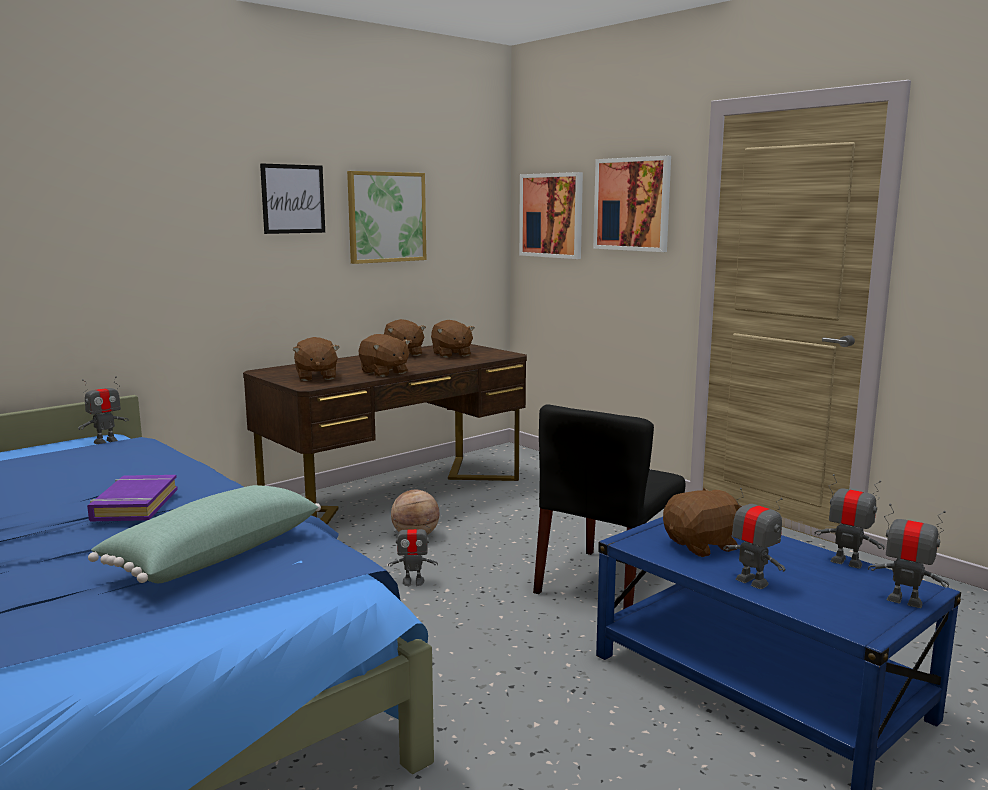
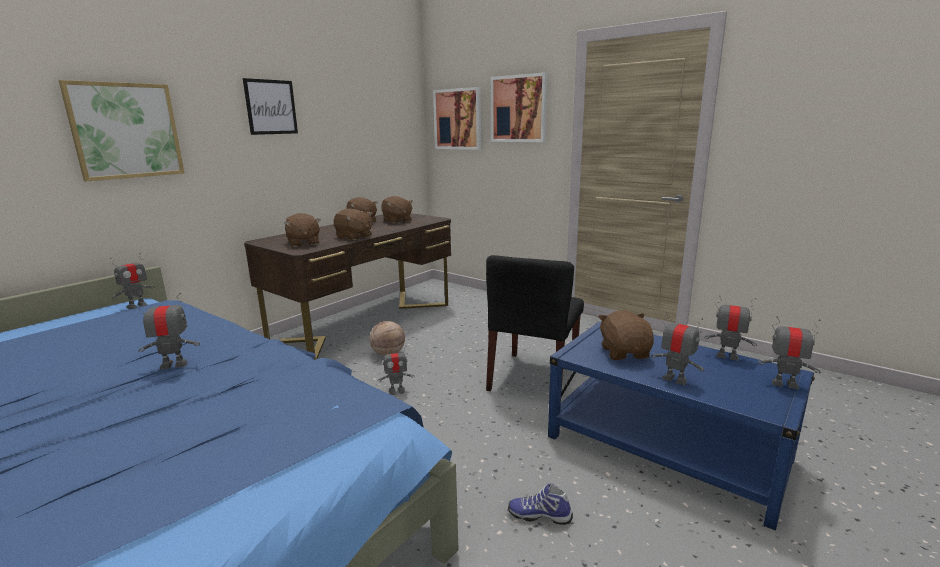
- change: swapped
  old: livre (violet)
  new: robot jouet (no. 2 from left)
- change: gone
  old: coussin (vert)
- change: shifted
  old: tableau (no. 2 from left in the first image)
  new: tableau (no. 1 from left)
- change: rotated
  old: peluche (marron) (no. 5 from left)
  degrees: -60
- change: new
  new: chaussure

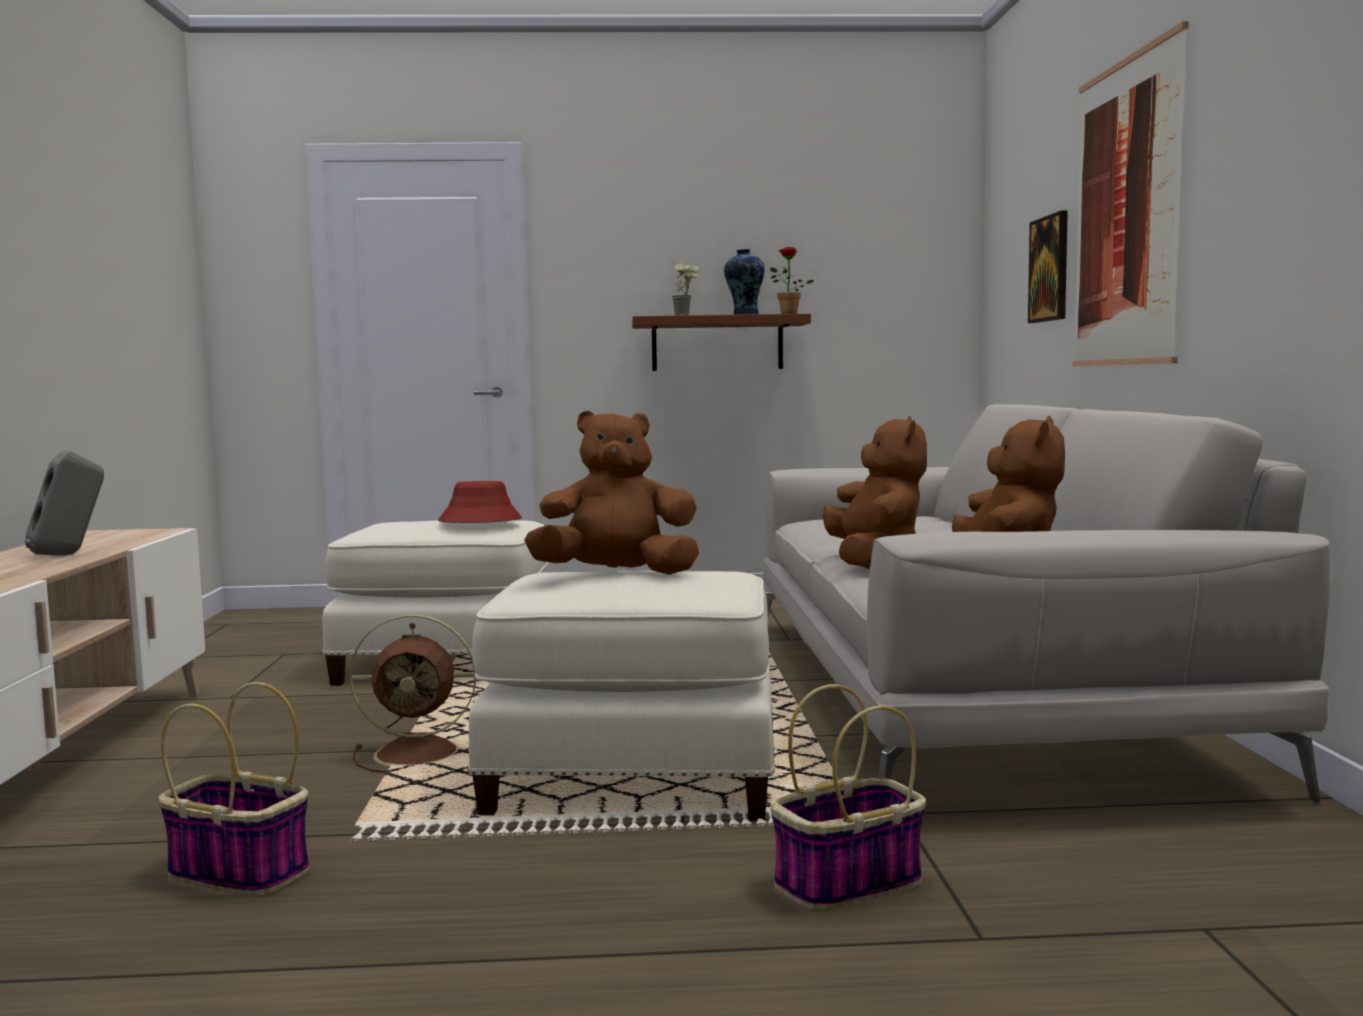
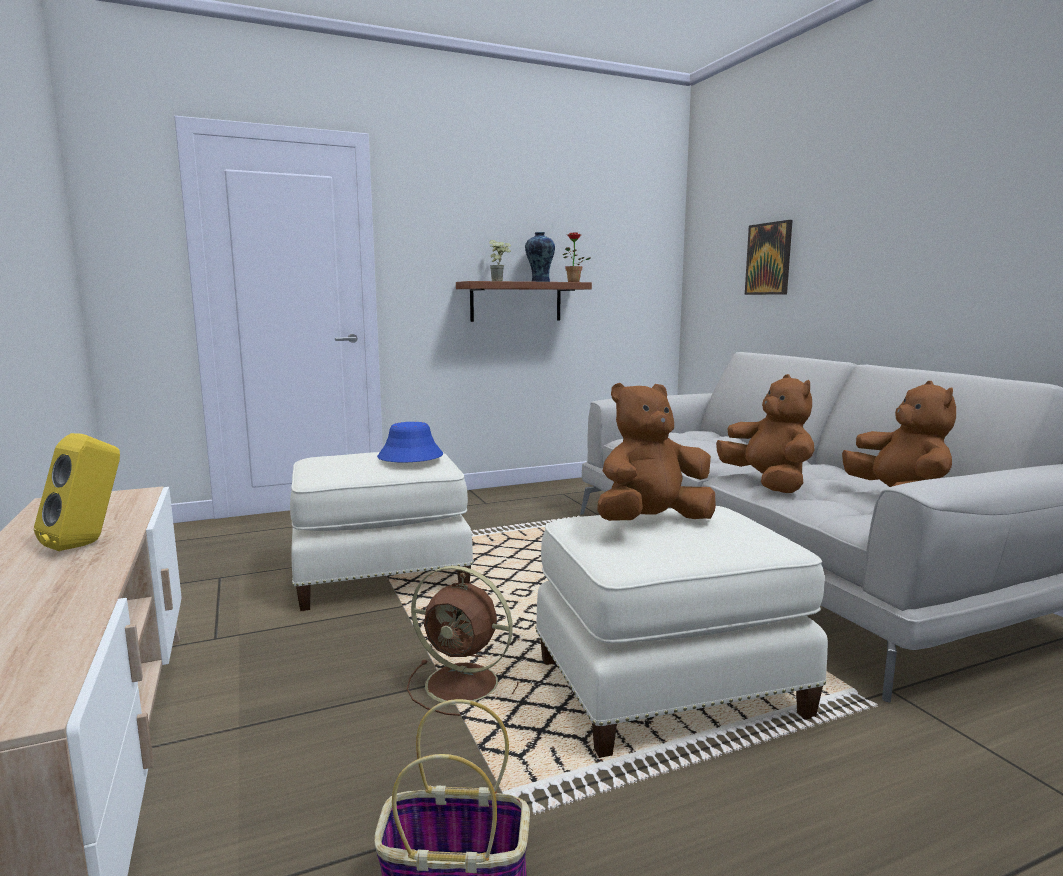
- change: repainted
  old: enceinte (gris)
  new: enceinte (jaune)
- change: rotated
  old: ventilateur (marron)
  degrees: 45
- change: repainted
  old: chapeau (rouge)
  new: chapeau (bleu)
- change: gone
  old: panier (no. 2 from left)
- change: gone
  old: tableau (no. 2 from left)

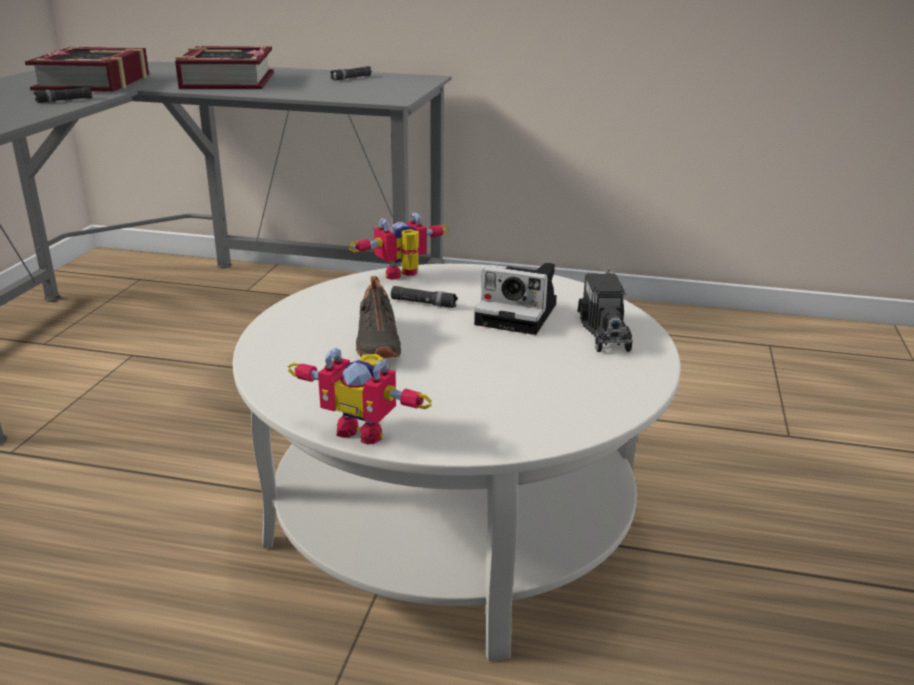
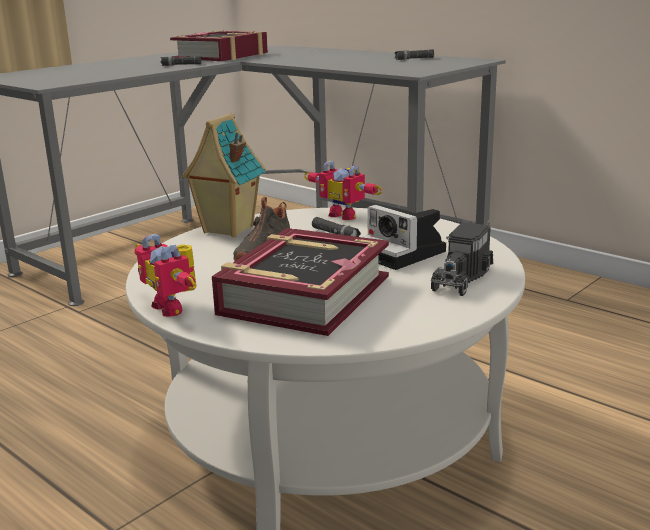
- change: shifted
  old: livre (no. 2 from left)
- change: rotated
  old: robot jouet (no. 2 from left)
  degrees: -135
- change: new
  new: maison miniature

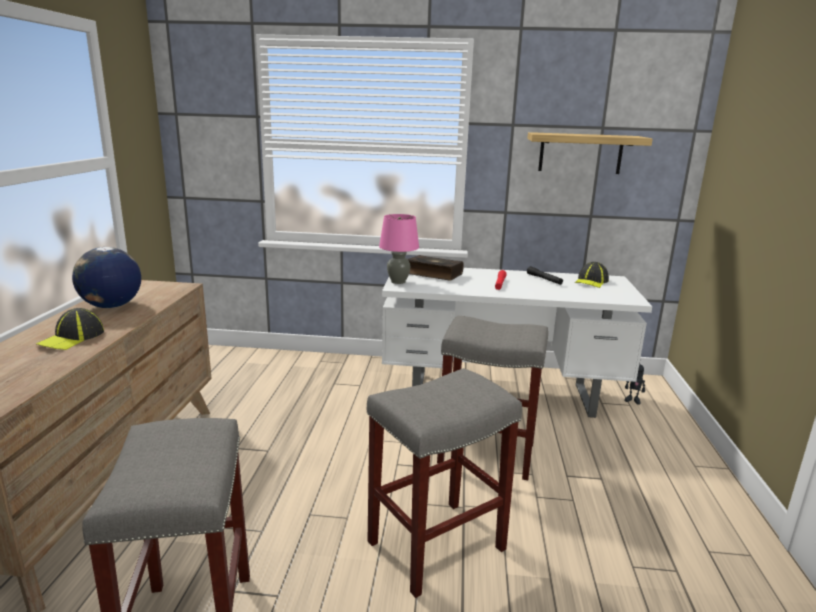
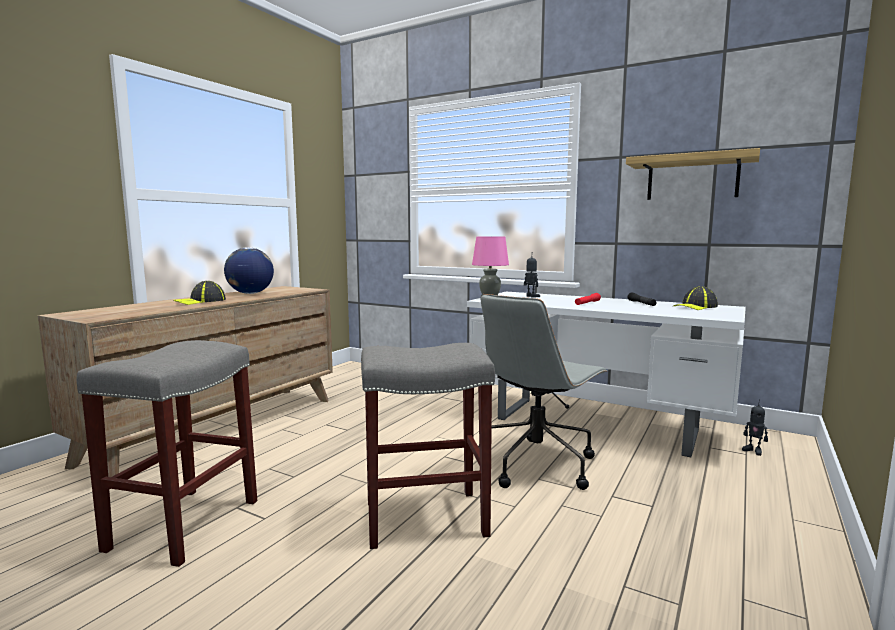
- change: swapped
  old: livre
  new: robot jouet (no. 1 from left)
- change: swapped
  old: tabouret (gris) (no. 3 from left)
  new: chaise de bureau (gris)

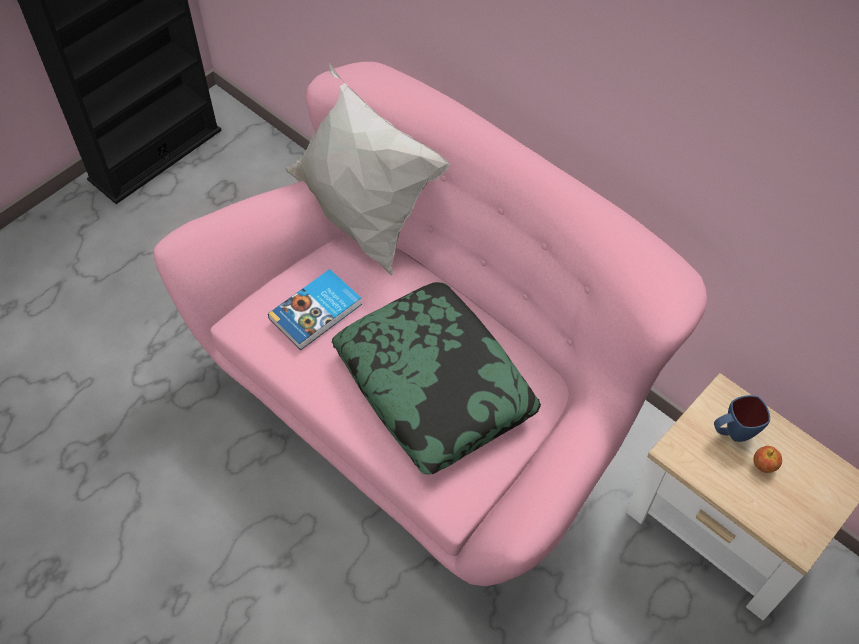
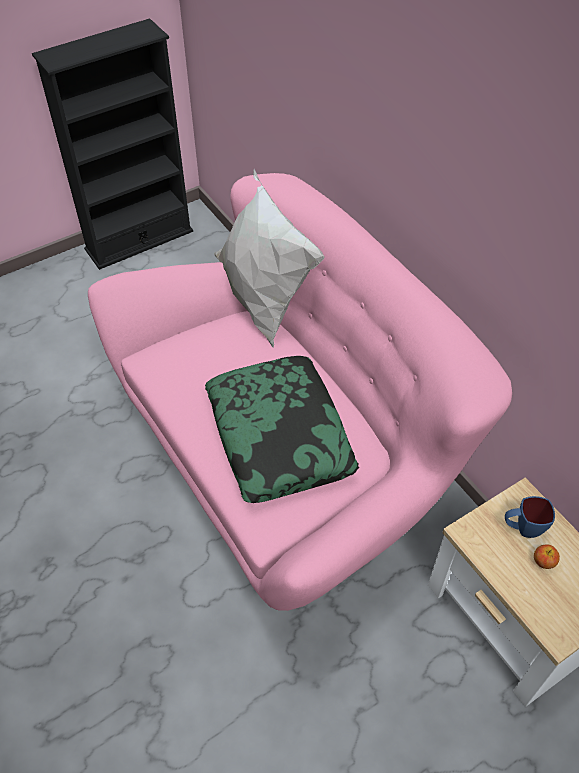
- change: gone
  old: livre

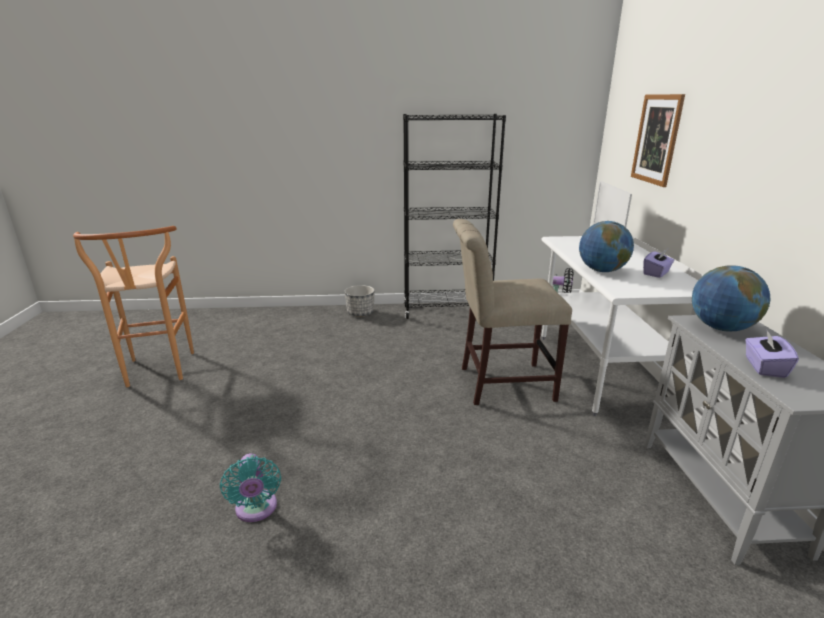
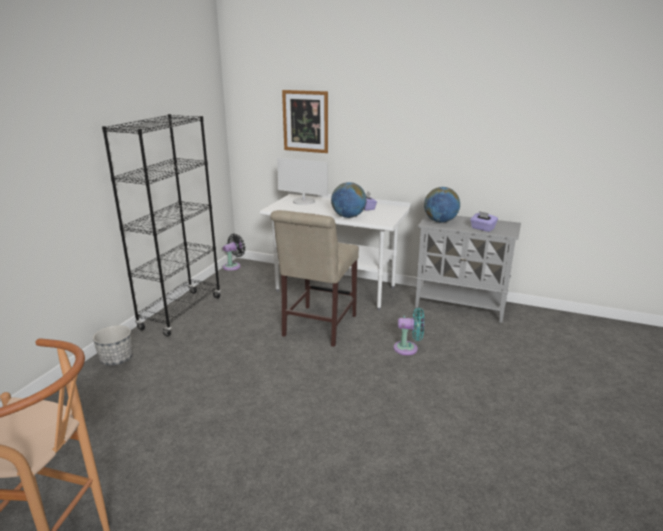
- change: shifted
  old: ventilateur (turquoise)

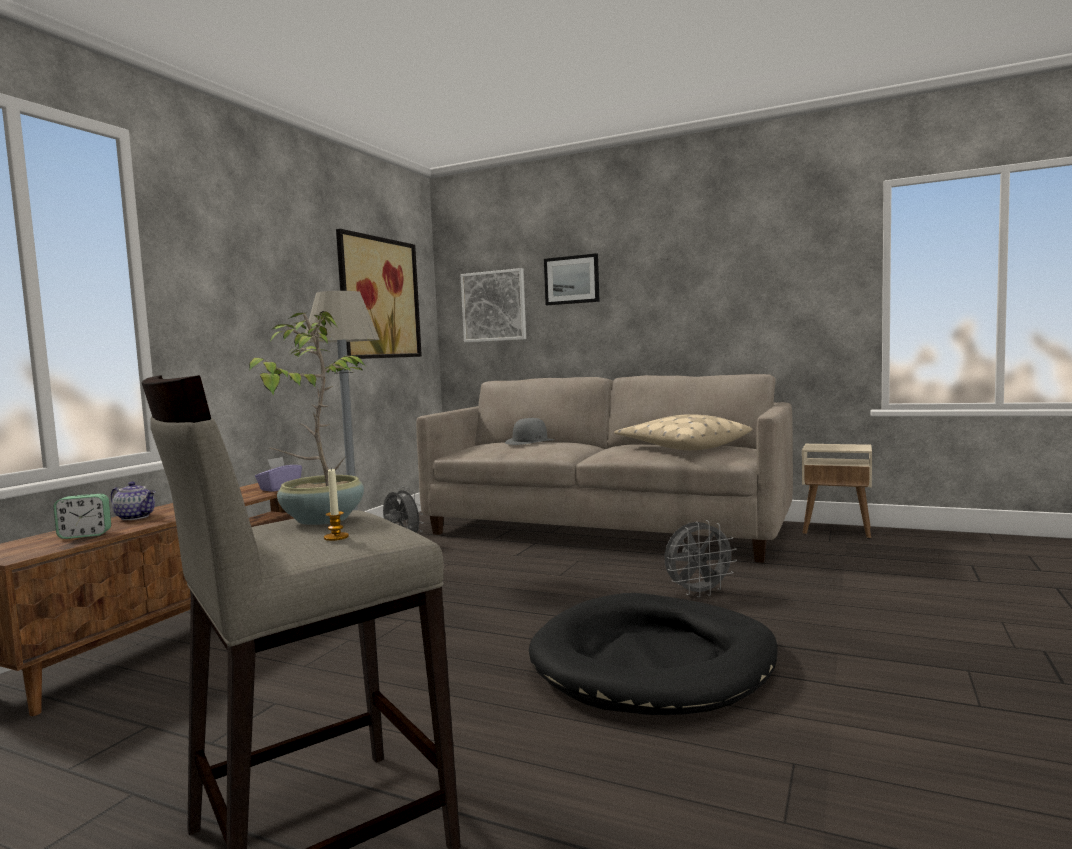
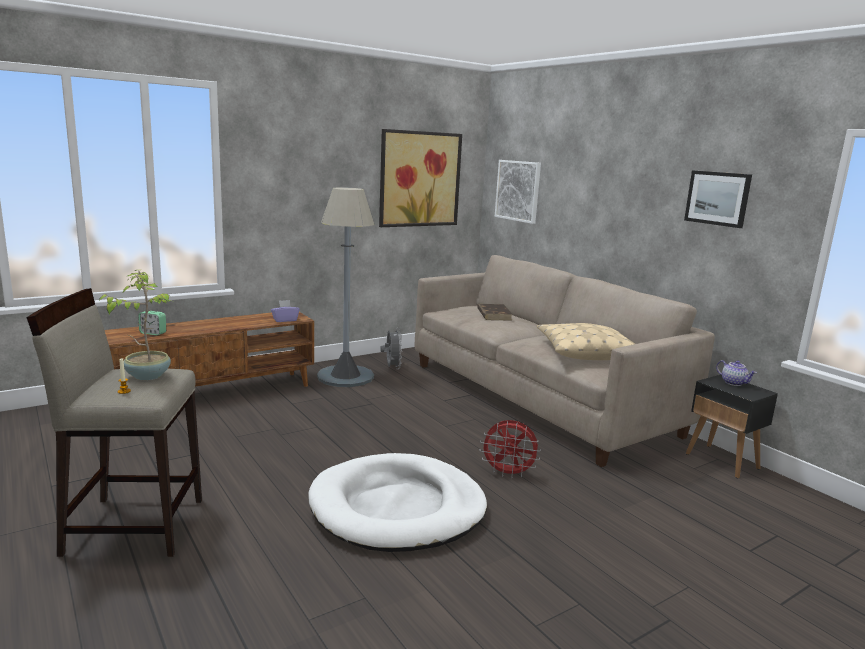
- change: shifted
  old: théière
- change: swapped
  old: chapeau (gris)
  new: livre (marron)
- change: repainted
  old: panier pour chien (noir)
  new: panier pour chien (blanc)
- change: shifted
  old: tableau (no. 3 from left)
- change: repainted
  old: ventilateur (gris) (no. 2 from left)
  new: ventilateur (rouge)
- change: repainted
  old: table d'appoint (beige)
  new: table d'appoint (noir)

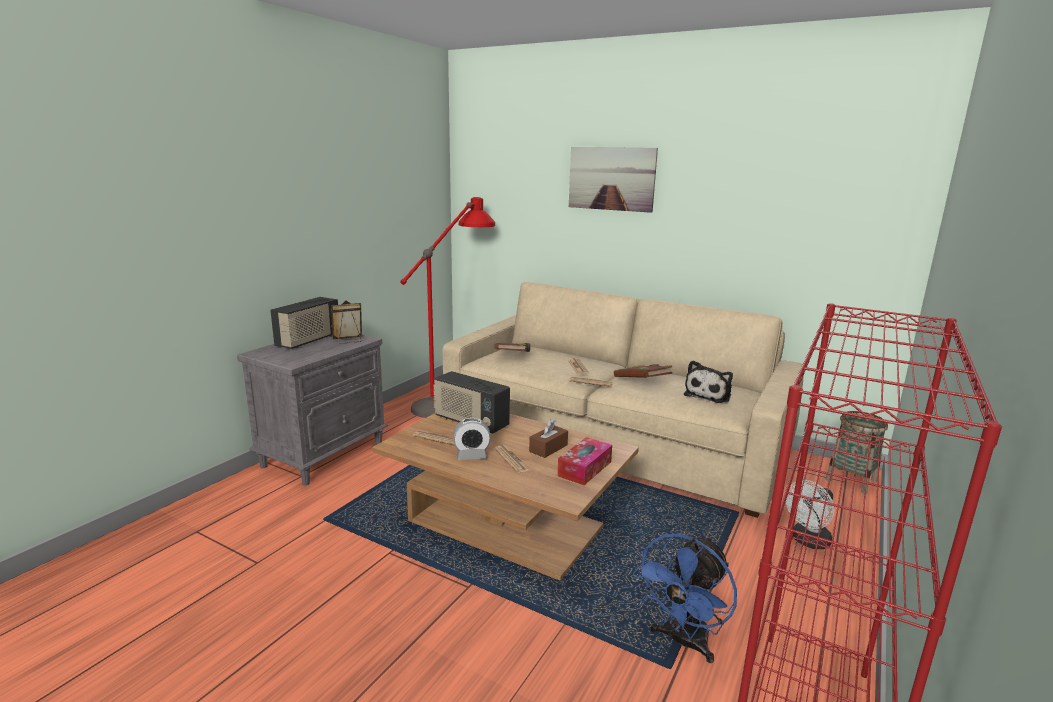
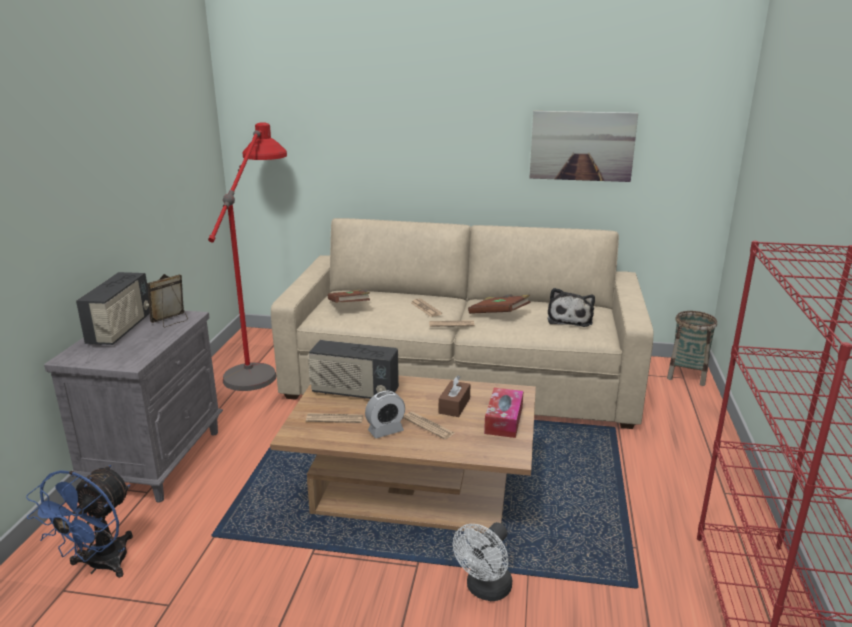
- change: shifted
  old: tableau
- change: shifted
  old: ventilateur (bleu)
- change: shifted
  old: ventilateur (blanc)

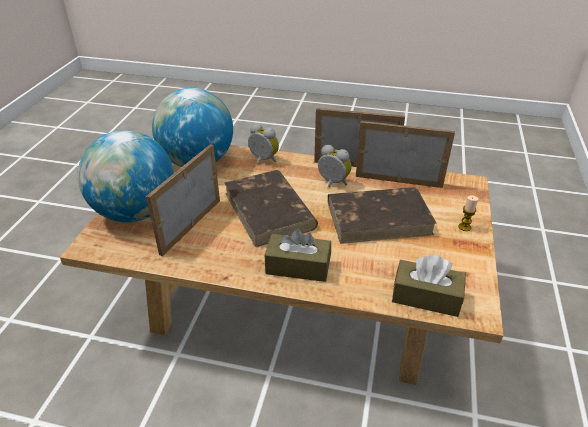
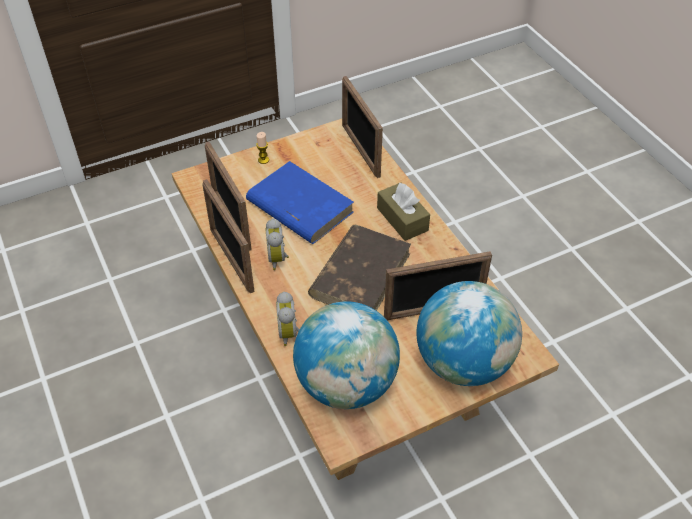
- change: repainted
  old: livre (marron) (no. 2 from left)
  new: livre (bleu)
- change: swapped
  old: boîte à mouchoirs (marron) (no. 2 from left)
  new: cadre photo (no. 3 from left)

